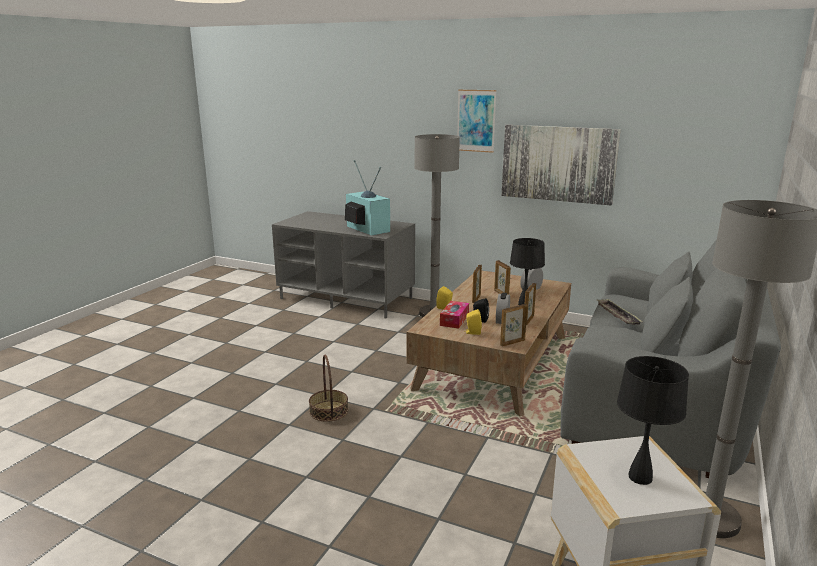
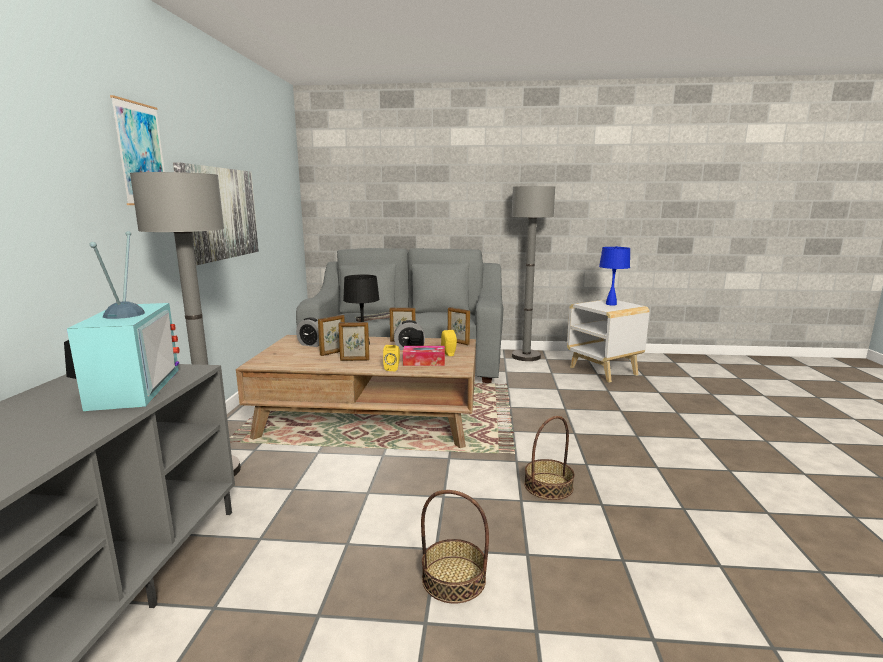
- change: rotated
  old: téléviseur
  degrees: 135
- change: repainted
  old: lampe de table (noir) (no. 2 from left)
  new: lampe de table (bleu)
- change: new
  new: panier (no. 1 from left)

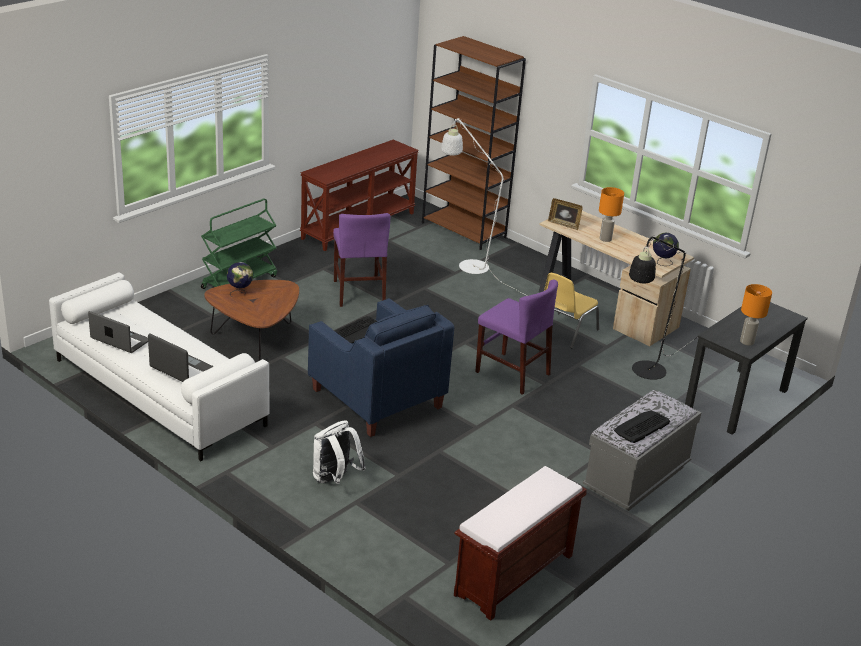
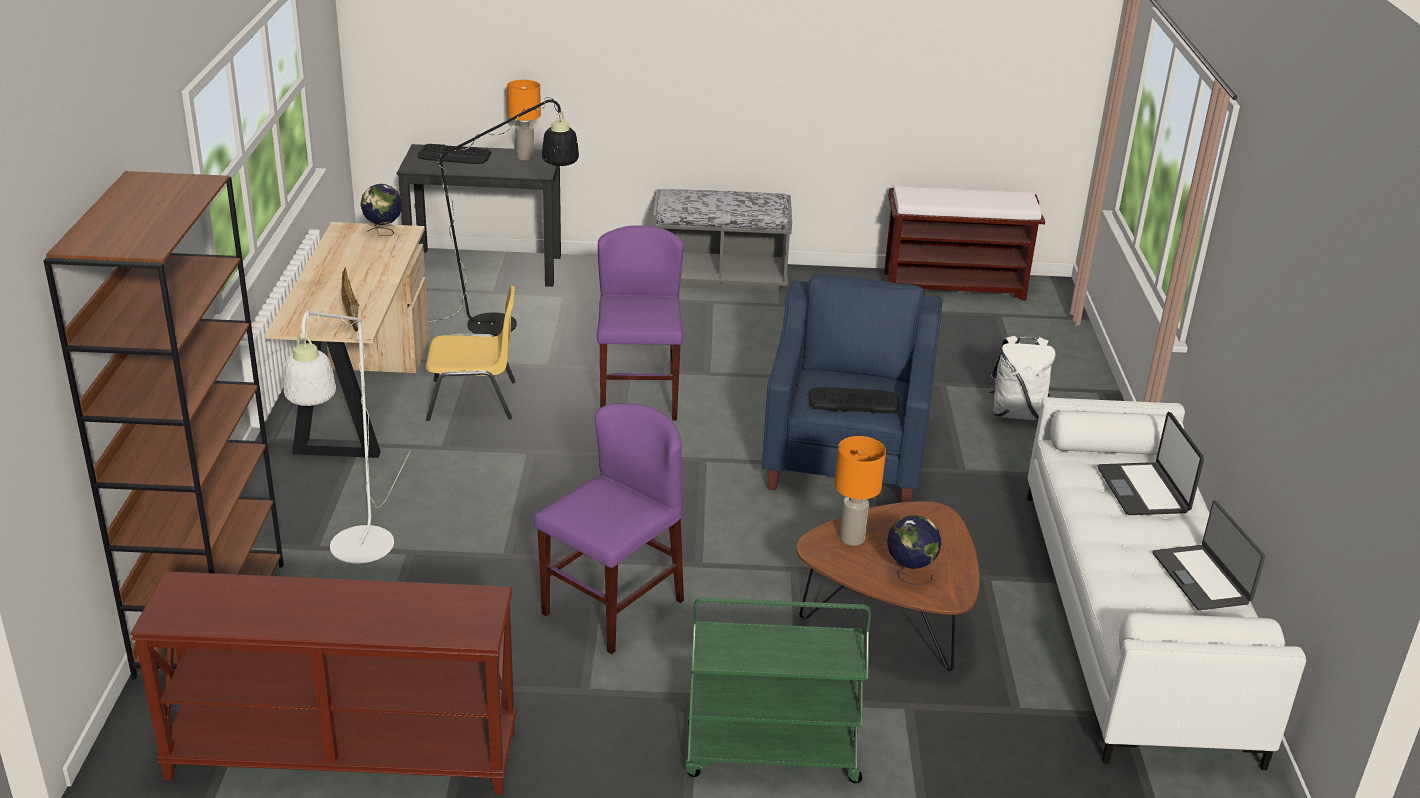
- change: shifted
  old: lampe de table (orange) (no. 1 from left in the first image)
  new: lampe de table (orange) (no. 2 from left)
- change: shifted
  old: clavier (no. 2 from left in the first image)
  new: clavier (no. 1 from left)

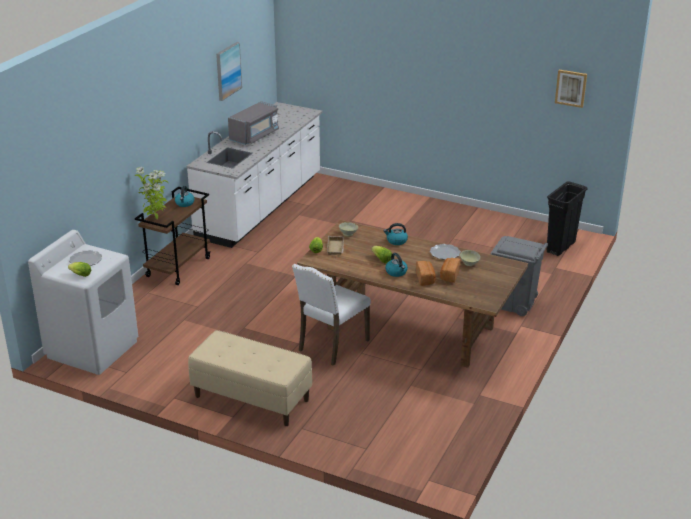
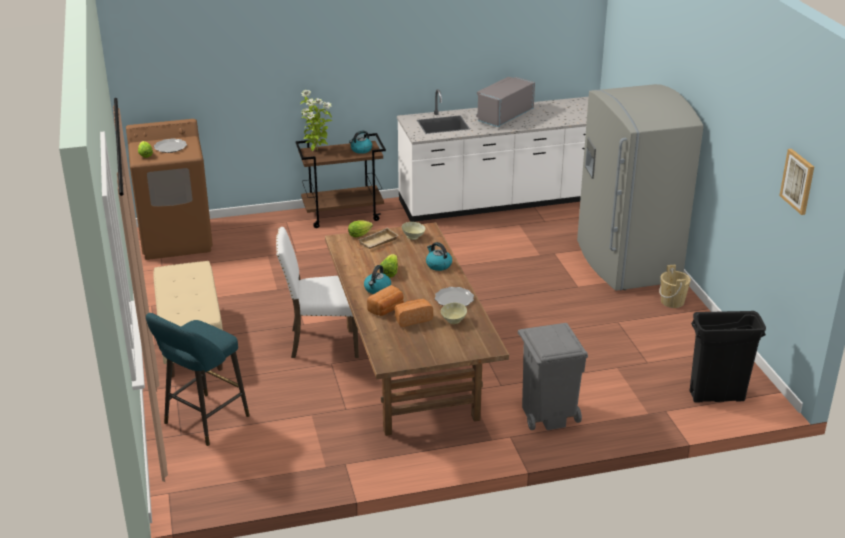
- change: repainted
  old: lave-linge (blanc)
  new: lave-linge (marron)
- change: gone
  old: tableau (no. 1 from left)
- change: rotated
  old: micro-ondes (gris)
  degrees: 135
- change: new
  new: tabouret (turquoise)
- change: new
  new: réfrigérateur (gris)
- change: new
  new: seau (beige)

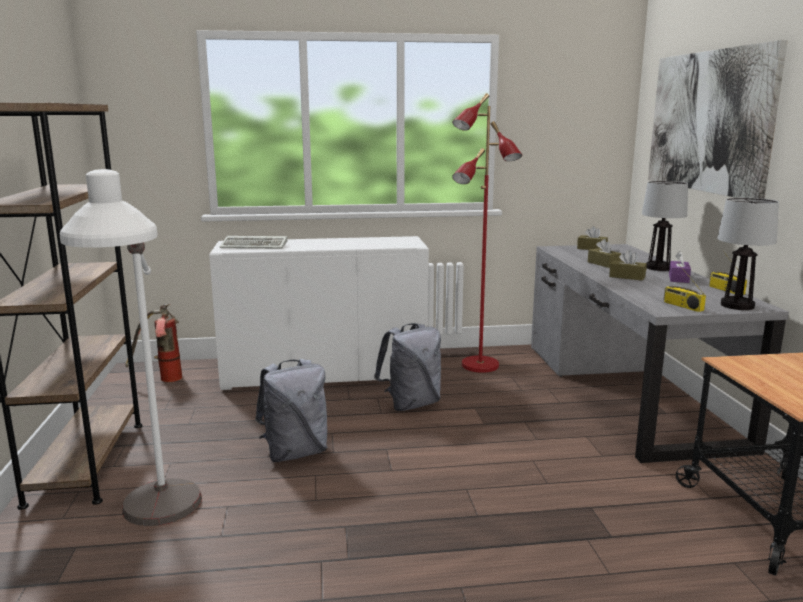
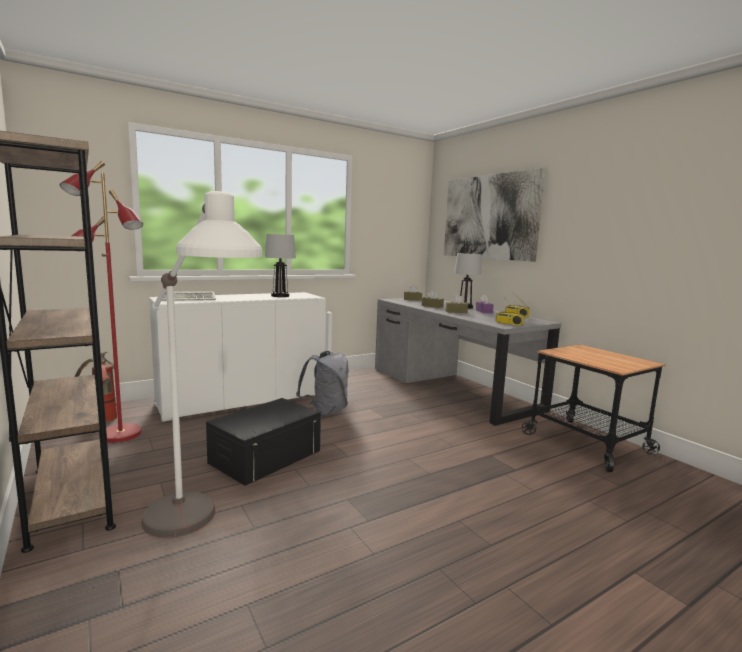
- change: swapped
  old: sac à dos (gris) (no. 1 from left)
  new: boîte de rangement (noir)
- change: shifted
  old: lampadaire (rouge)
- change: shifted
  old: lampe de table (no. 2 from left in the first image)
  new: lampe de table (no. 1 from left)

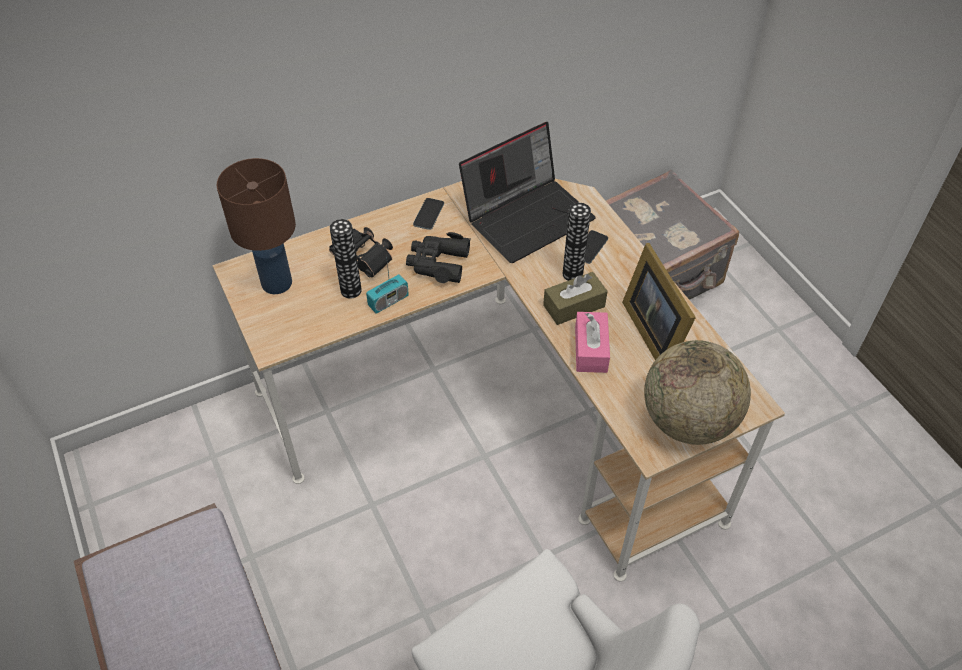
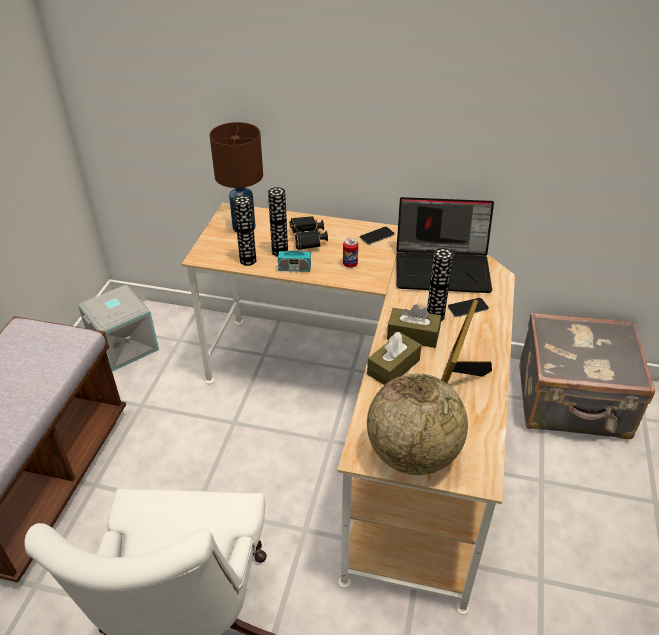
- change: swapped
  old: jumelles (noir) (no. 2 from left)
  new: boîte métallique
- change: repainted
  old: boîte à mouchoirs (rose)
  new: boîte à mouchoirs (marron) (no. 1 from left)
- change: new
  new: boîte de rangement (gris)
- change: new
  new: vase (no. 1 from left)

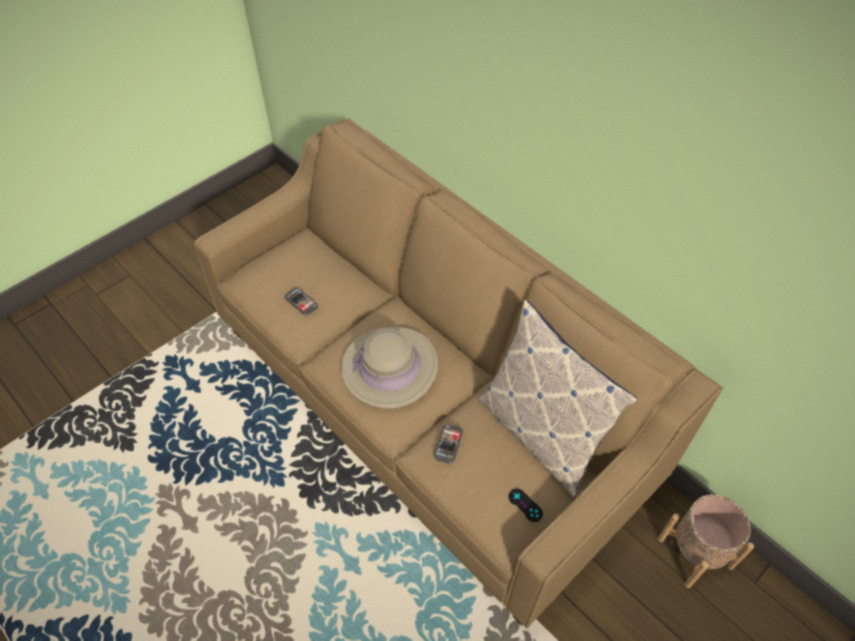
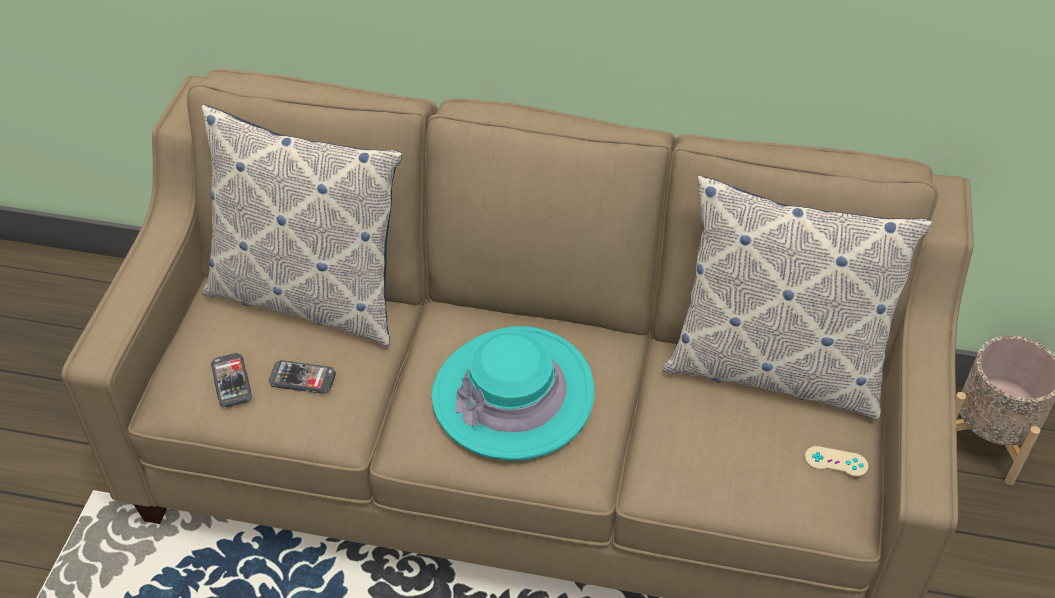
- change: repainted
  old: chapeau (beige)
  new: chapeau (turquoise)
- change: shifted
  old: téléphone (no. 2 from left in the first image)
  new: téléphone (no. 1 from left)
- change: repainted
  old: manette (noir)
  new: manette (beige)
- change: new
  new: coussin (no. 1 from left)

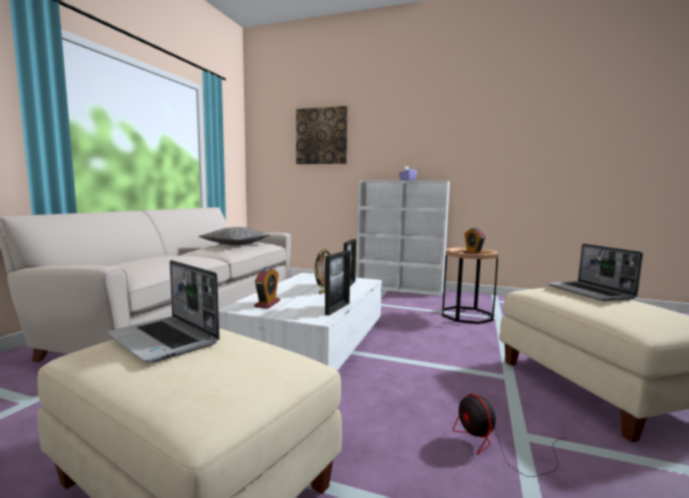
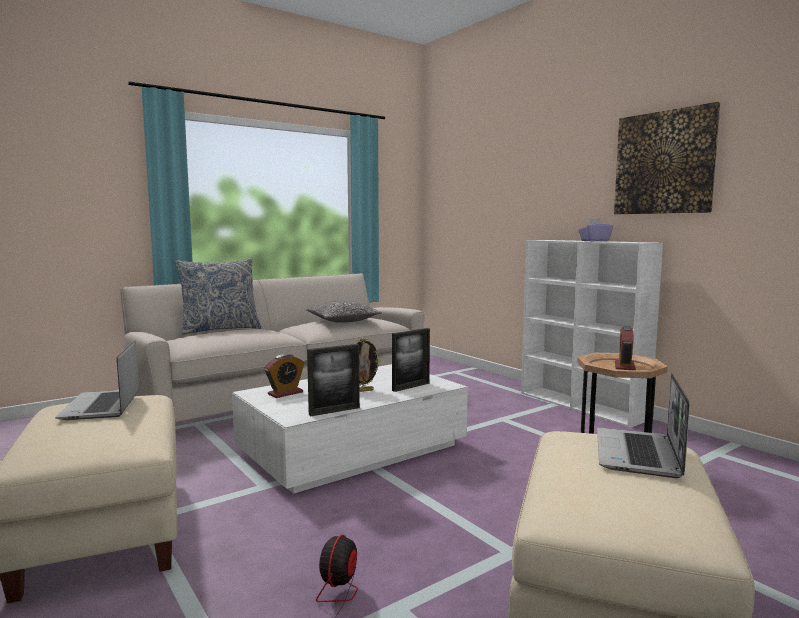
- change: shifted
  old: tableau
- change: new
  new: coussin (no. 1 from left)

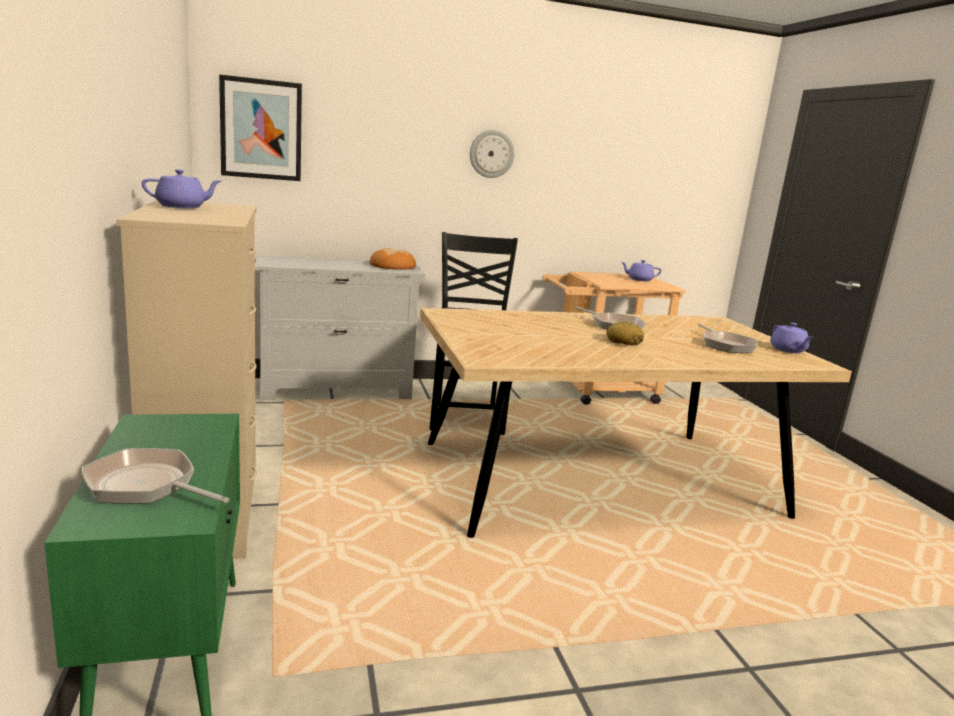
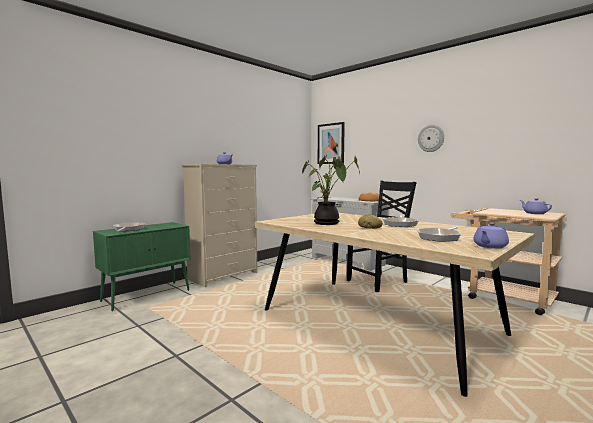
- change: new
  new: plante en pot

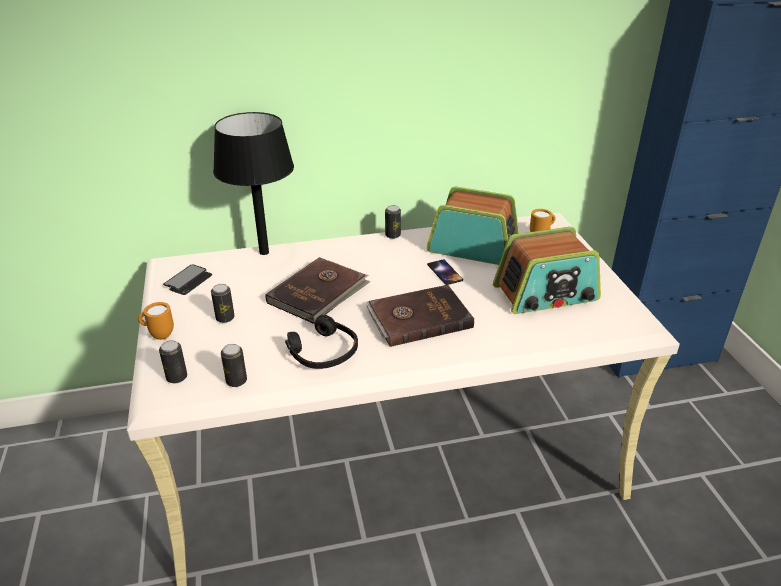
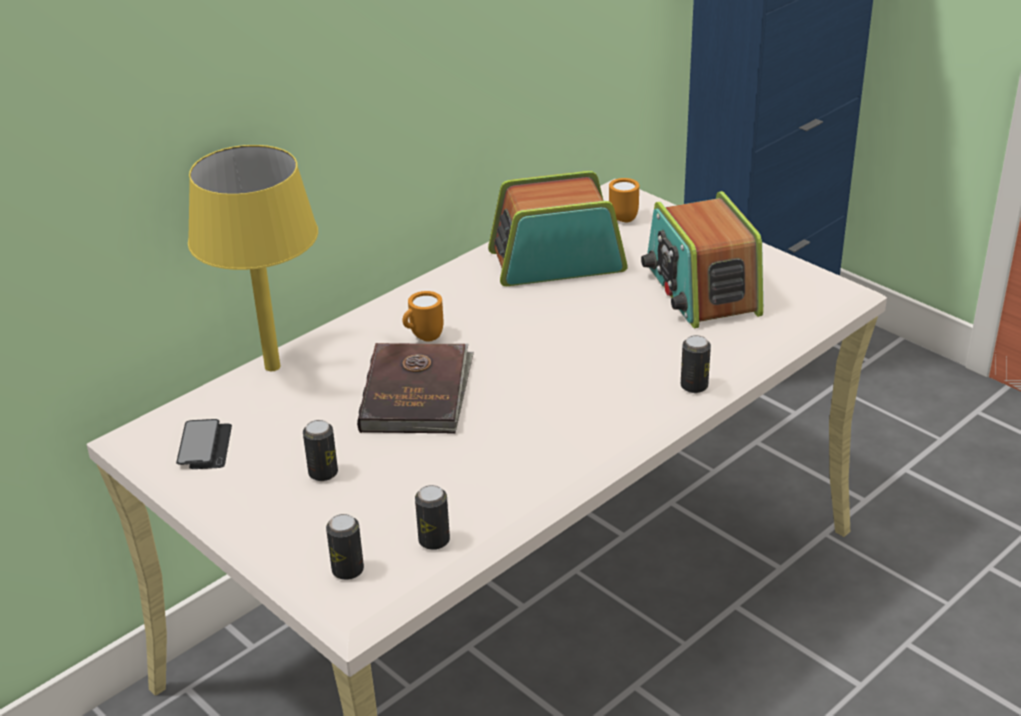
- change: shifted
  old: mug (orange) (no. 1 from left)
- change: repainted
  old: lampe de table (noir)
  new: lampe de table (jaune)
- change: gone
  old: casque audio (noir)
- change: gone
  old: livre (marron) (no. 2 from left)
- change: shifted
  old: boîte métallique (no. 4 from left)
- change: gone
  old: téléphone (no. 2 from left)
- change: rotated
  old: radio (no. 2 from left)
  degrees: 120

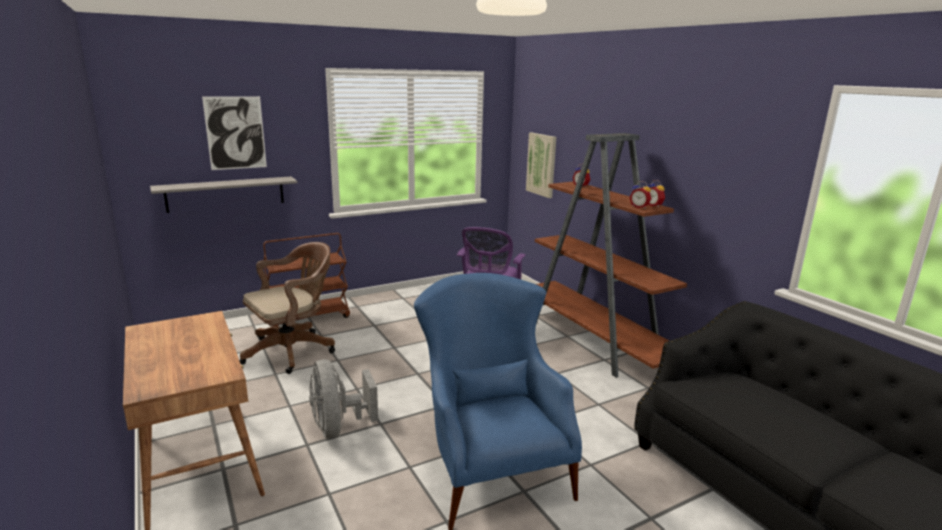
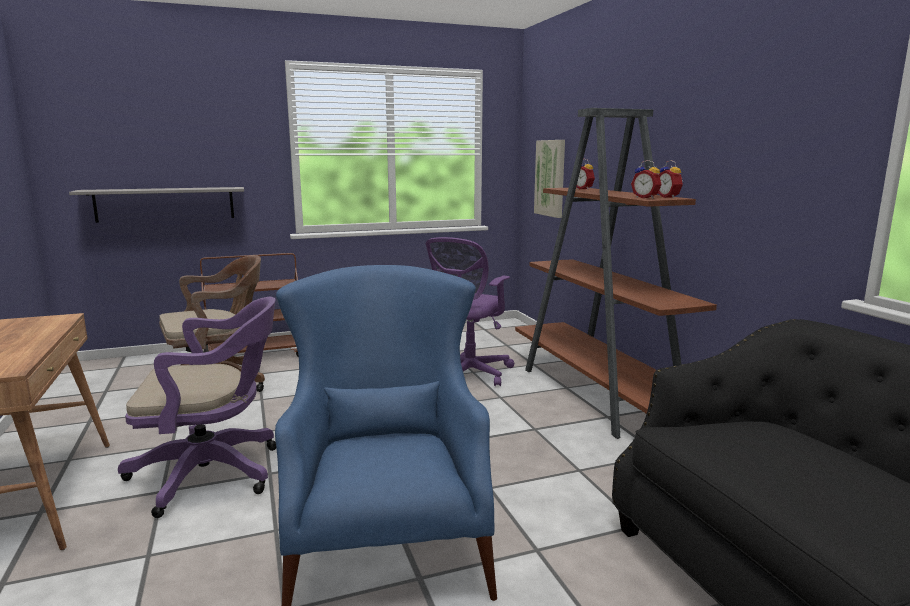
- change: gone
  old: tableau (no. 1 from left)
- change: swapped
  old: ventilateur (gris)
  new: chaise de bureau (violet) (no. 1 from left)

